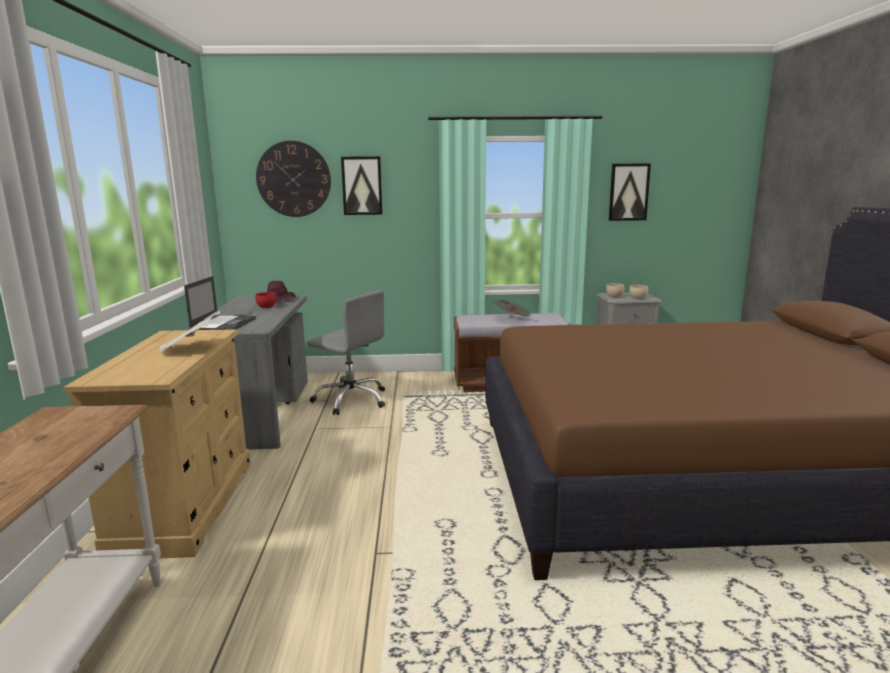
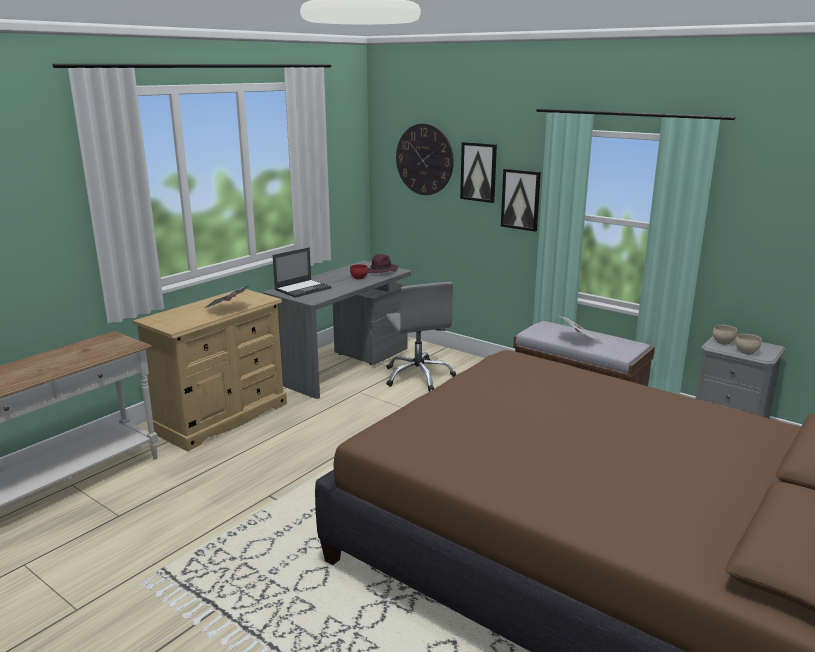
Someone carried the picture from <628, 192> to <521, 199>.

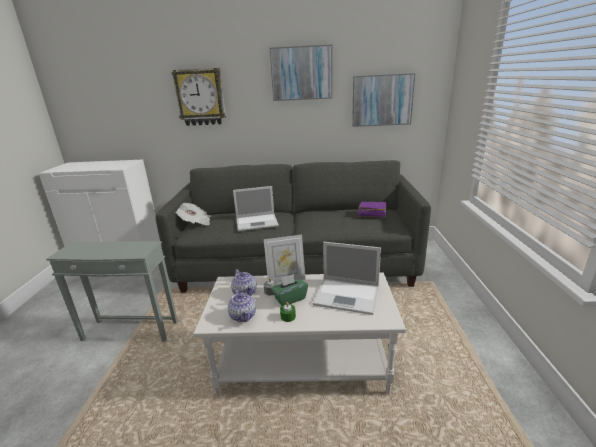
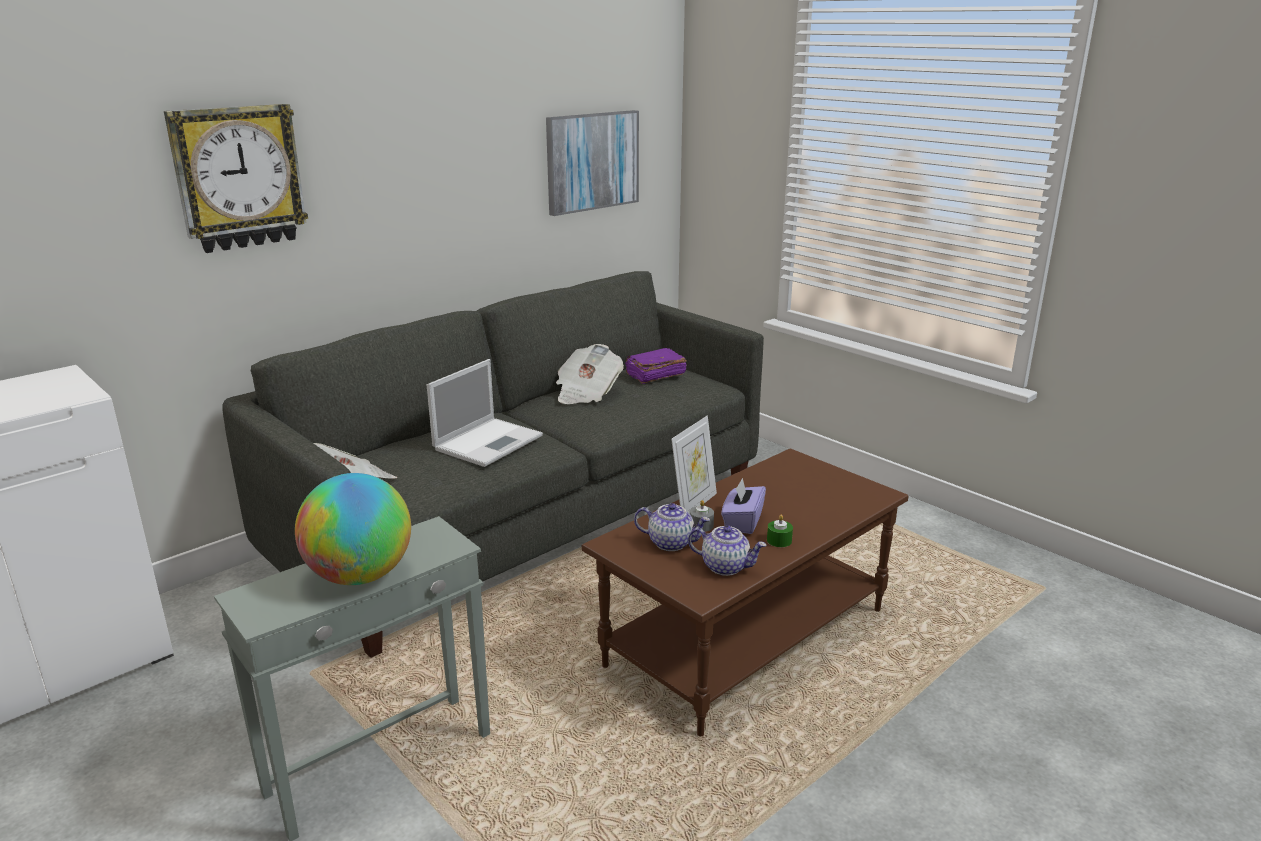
Someone put down the globe at <360, 576>.
Someone put down the newspaper at <586, 393>.
Someone repainted the coffee table (white) at <303, 363>, which became the coffee table (brown) at <746, 636>.
Someone repainted the tissue box (green) at <290, 298>, which became the tissue box (purple) at <742, 522>.
Someone took away the picture at <301, 73>.
Someone took away the laptop at <348, 296>.

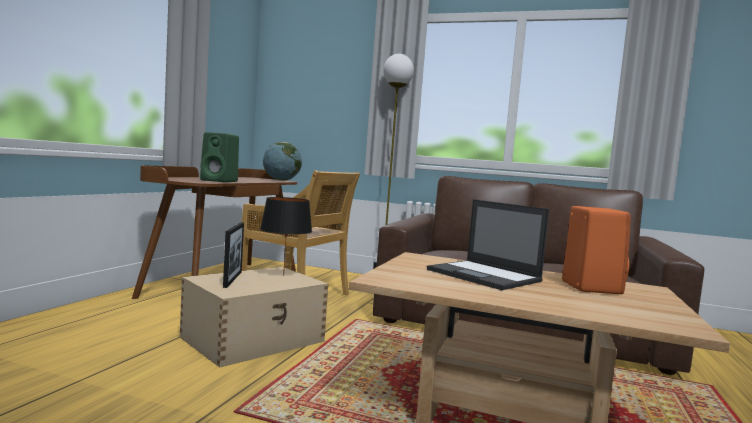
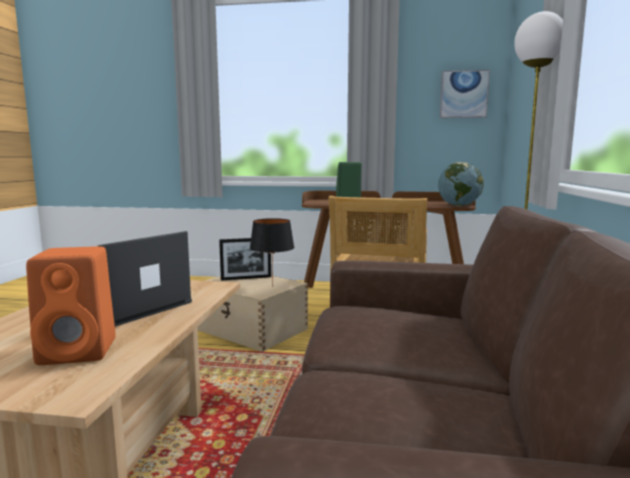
Someone put up the picture at <463, 94>.

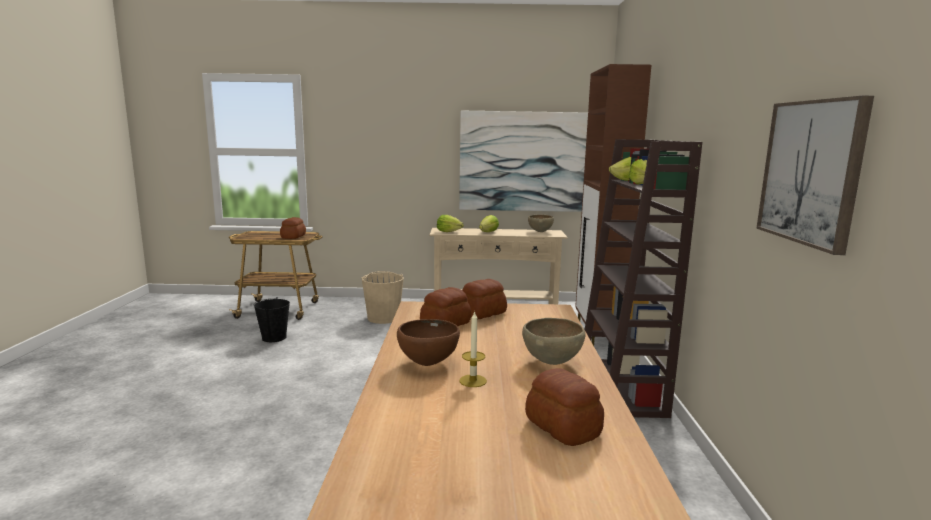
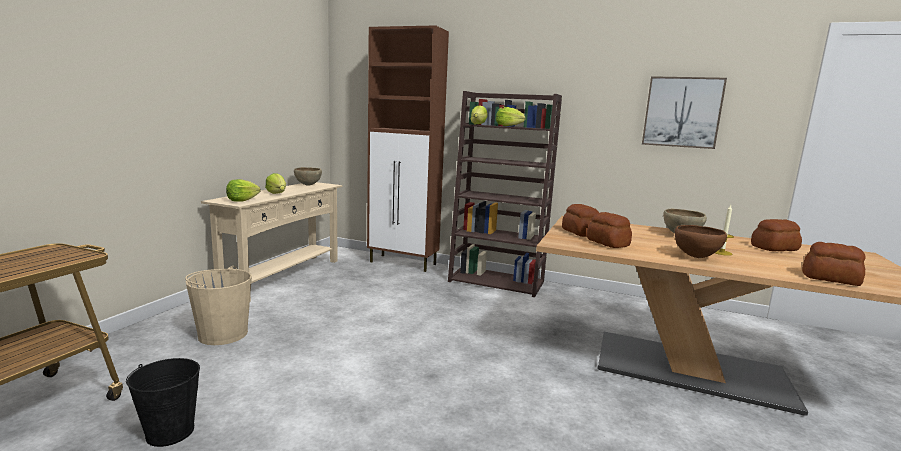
Someone carried the bread from <293, 237> to <831, 279>.
Someone took away the picture at <524, 161>.

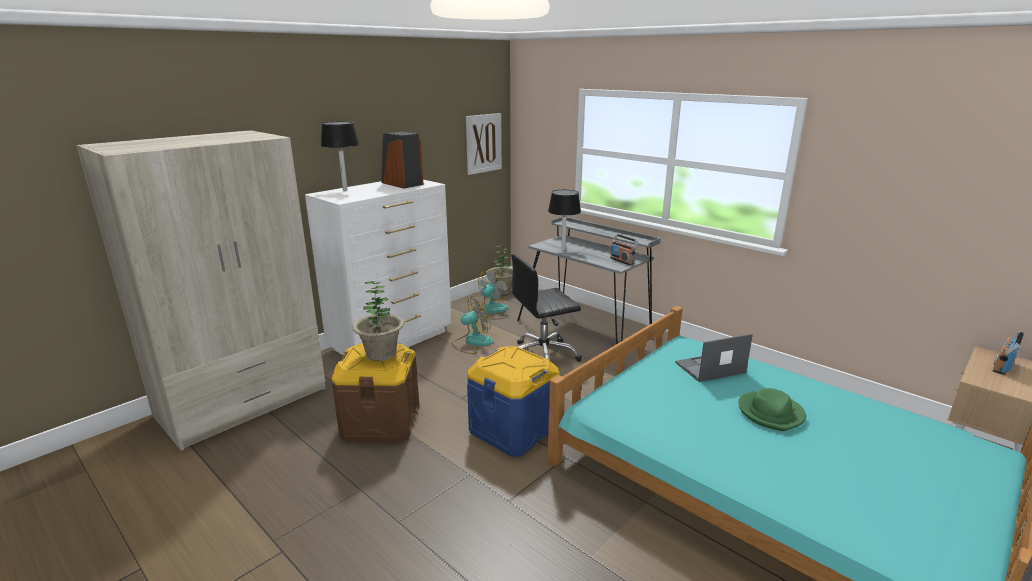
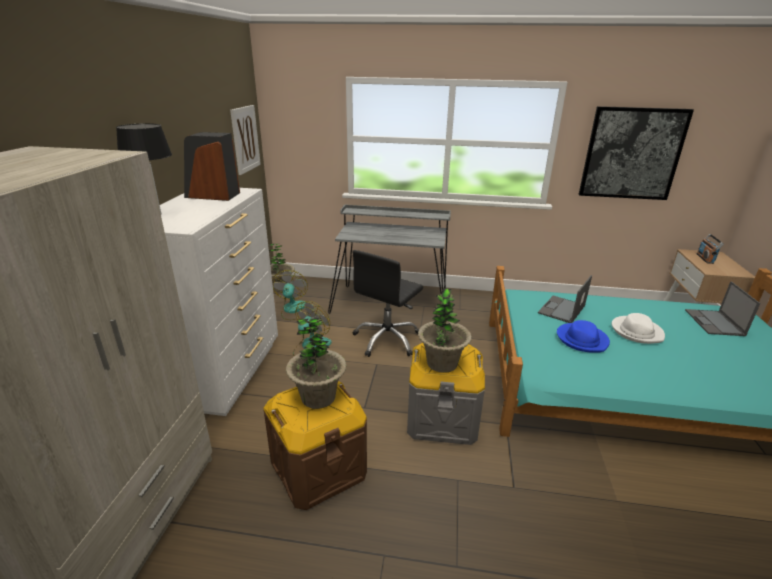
Someone repainted the storage box (blue) at <513, 429>, which became the storage box (grey) at <442, 418>.
Someone put down the potted plant at <442, 363>.
Someone put down the hat (blue) at <582, 339>.
Someone put up the picture at <632, 154>.
Someone repainted the hat (green) at <771, 413>, which became the hat (white) at <636, 331>.
Someone put down the laptop at <714, 323>.
Someone took away the table lamp (black) at <563, 250>.
Someone took away the radio at <622, 261>.

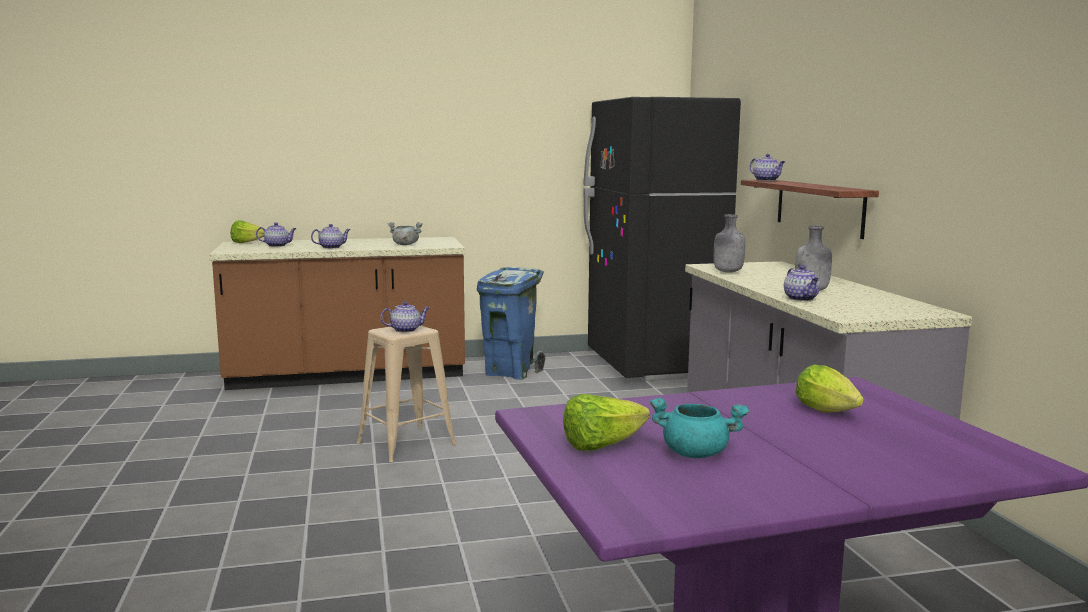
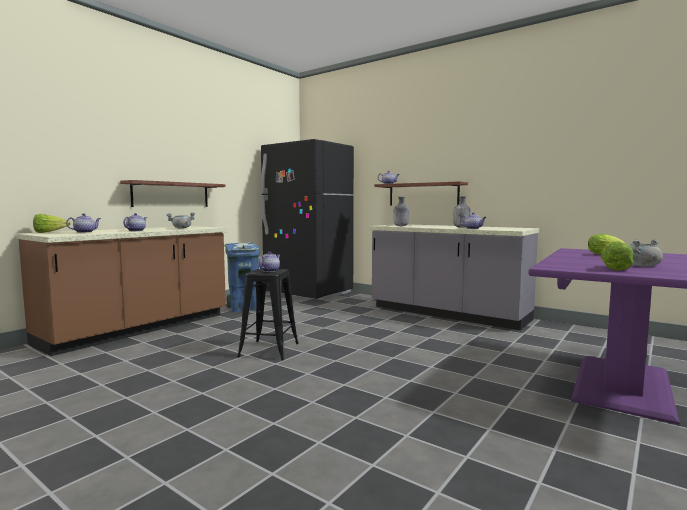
Someone put up the shelf at <171, 194>.
Someone repainted the stool (beige) at <406, 444>, which became the stool (black) at <269, 350>.
Someone repainted the cooking pot (turquoise) at <696, 453>, which became the cooking pot (grey) at <642, 266>.

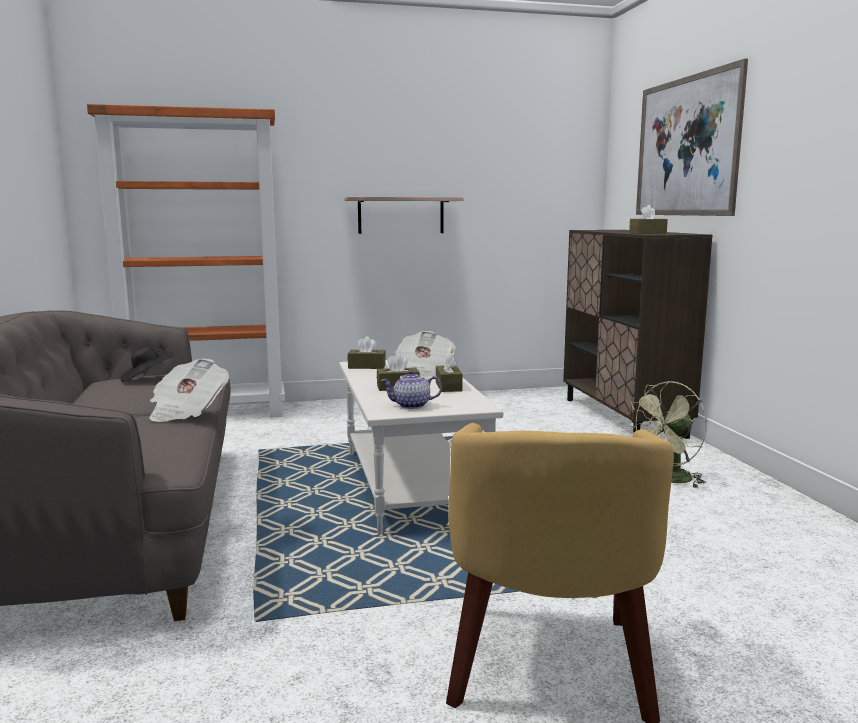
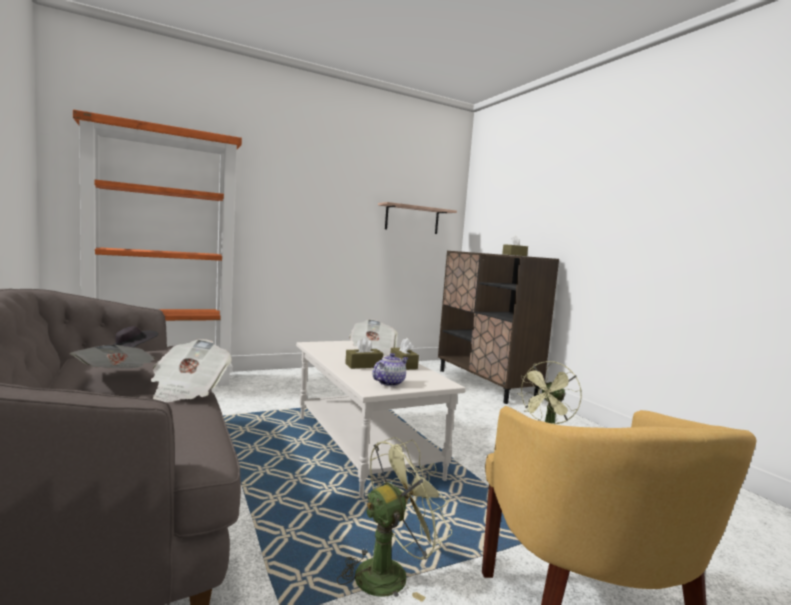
Someone put down the newspaper at <116, 377>.
Someone put down the fan (green) at <390, 572>.
Someone rotated the teapot at <411, 406> by 150 degrees clockwise.
Someone carried the shelf from <401, 215> to <412, 219>.
Someone took away the tissue box (brown) at <367, 366>.
Someone took away the picture at <685, 147>.

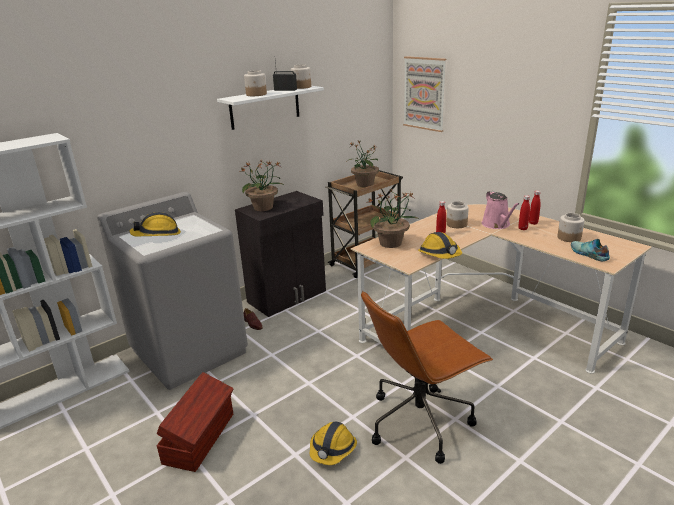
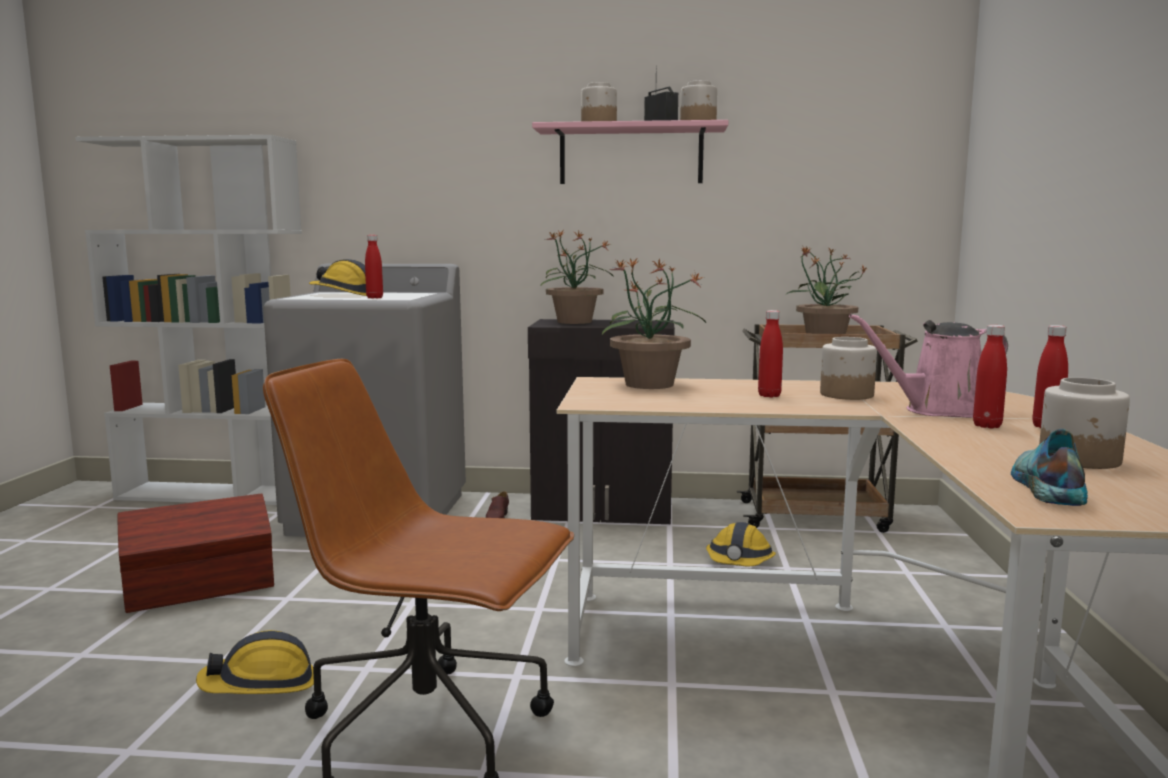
Someone put down the bottle (red) at <374, 298>.
Someone repainted the shelf (white) at <265, 107>, which became the shelf (pink) at <631, 155>.
Someone carried the hard hat from <440, 255> to <739, 562>.
Someone rotated the watering can (pink) at <497, 225> by 45 degrees clockwise.
Someone took away the picture at <424, 93>.

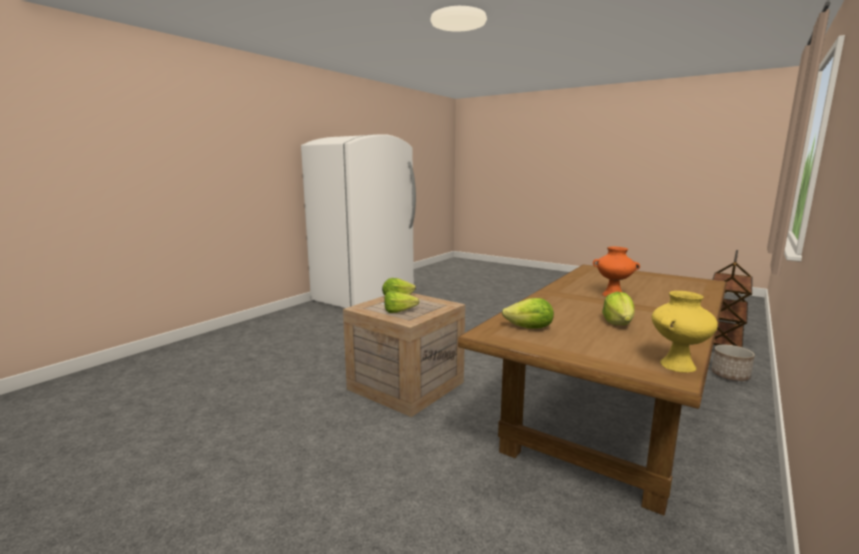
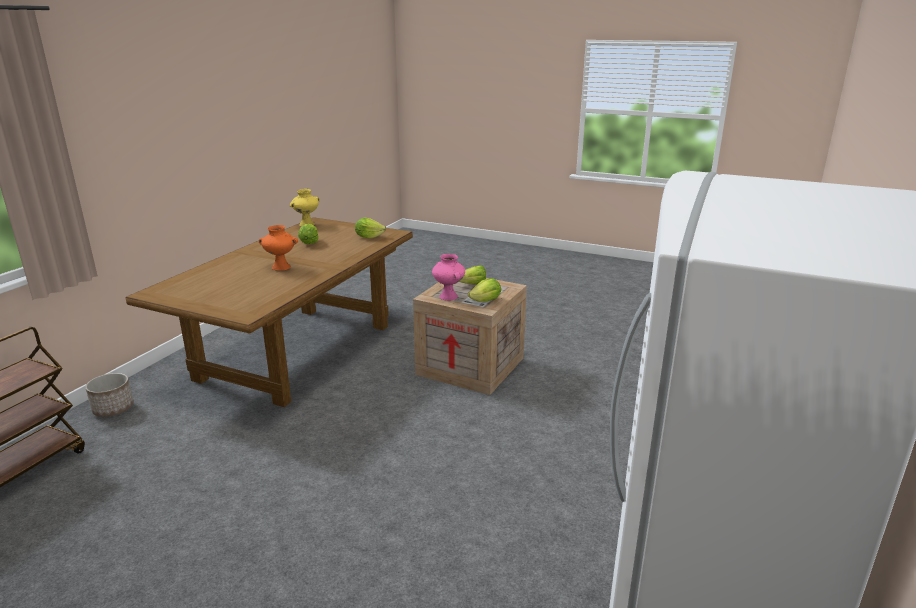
Someone put down the vase (pink) at <449, 297>.

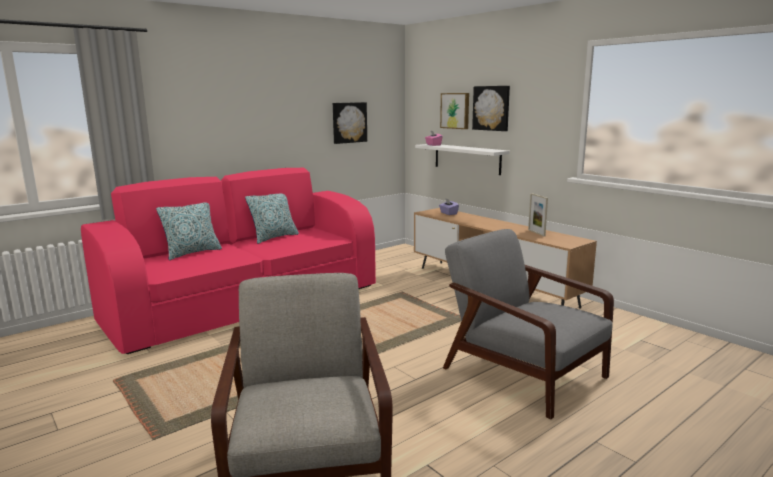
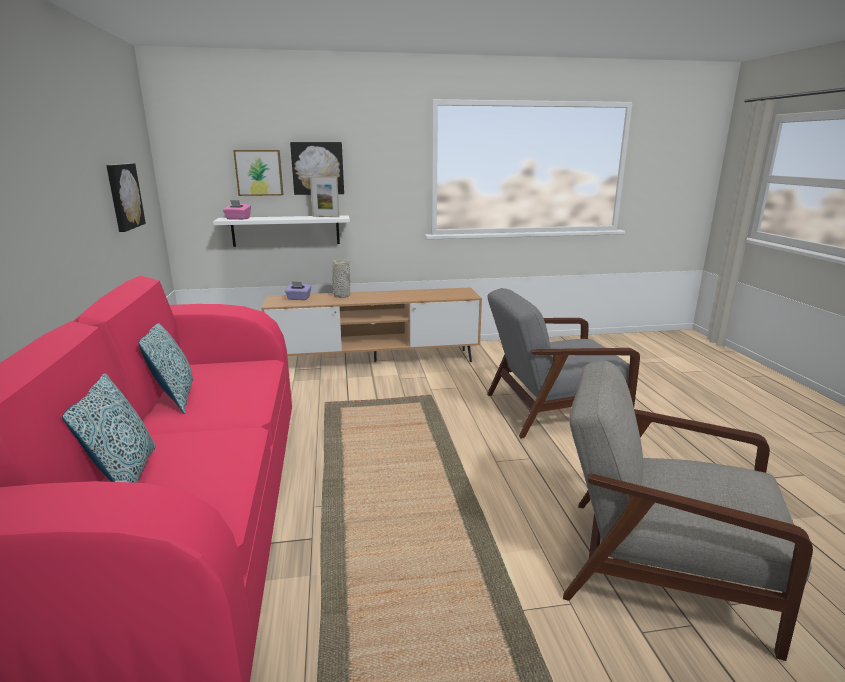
Someone carried the picture frame from <536, 233> to <325, 216>.
Someone put down the vase (grey) at <341, 296>.

